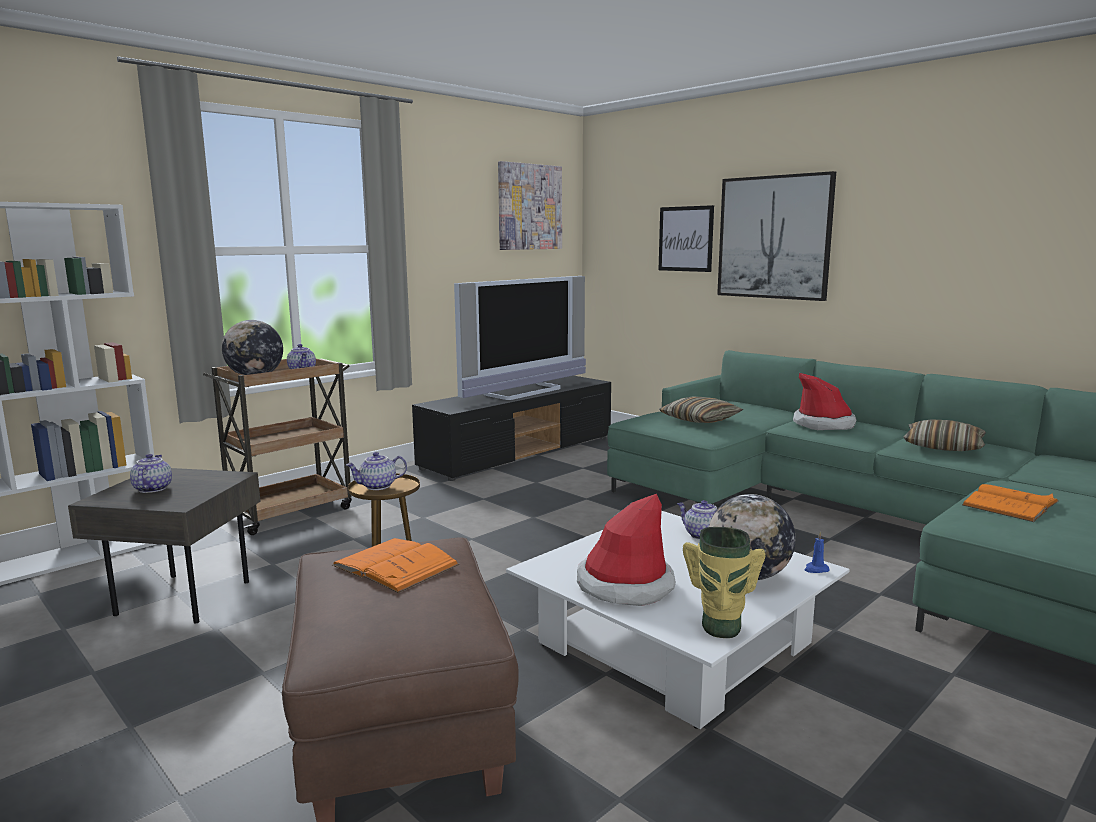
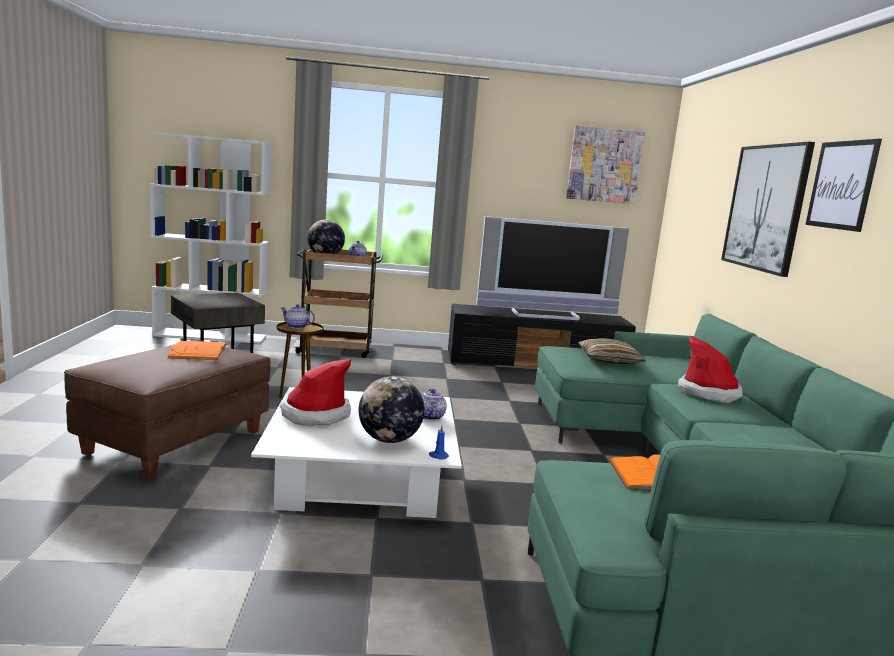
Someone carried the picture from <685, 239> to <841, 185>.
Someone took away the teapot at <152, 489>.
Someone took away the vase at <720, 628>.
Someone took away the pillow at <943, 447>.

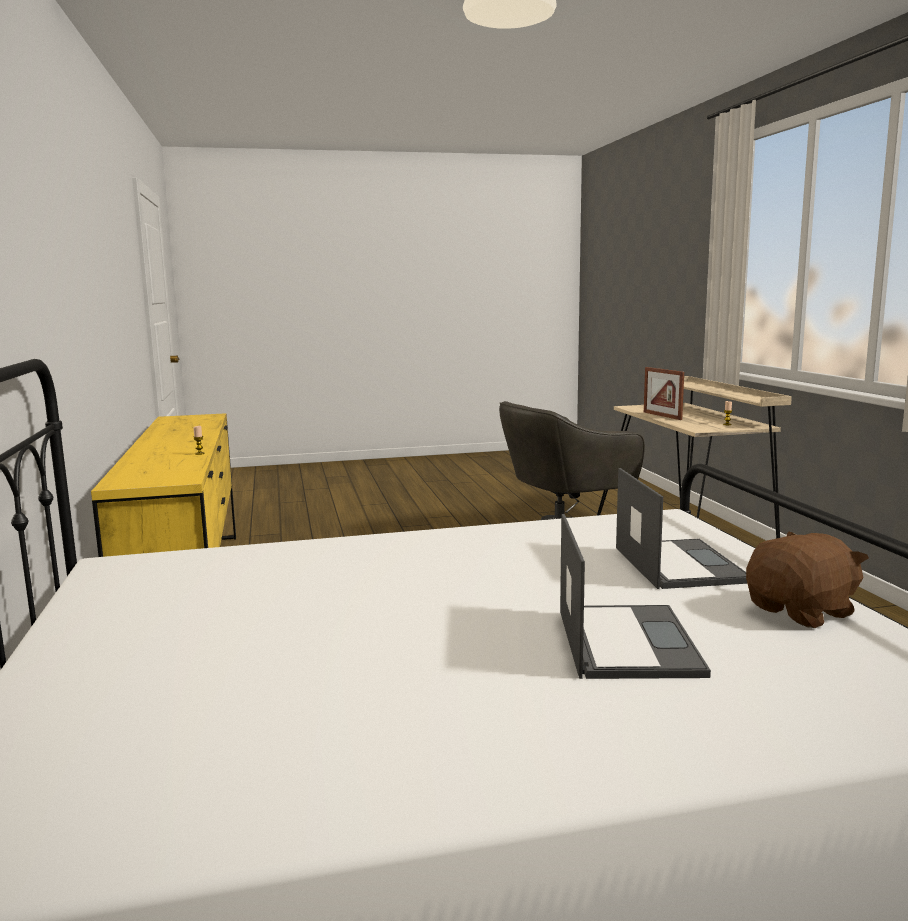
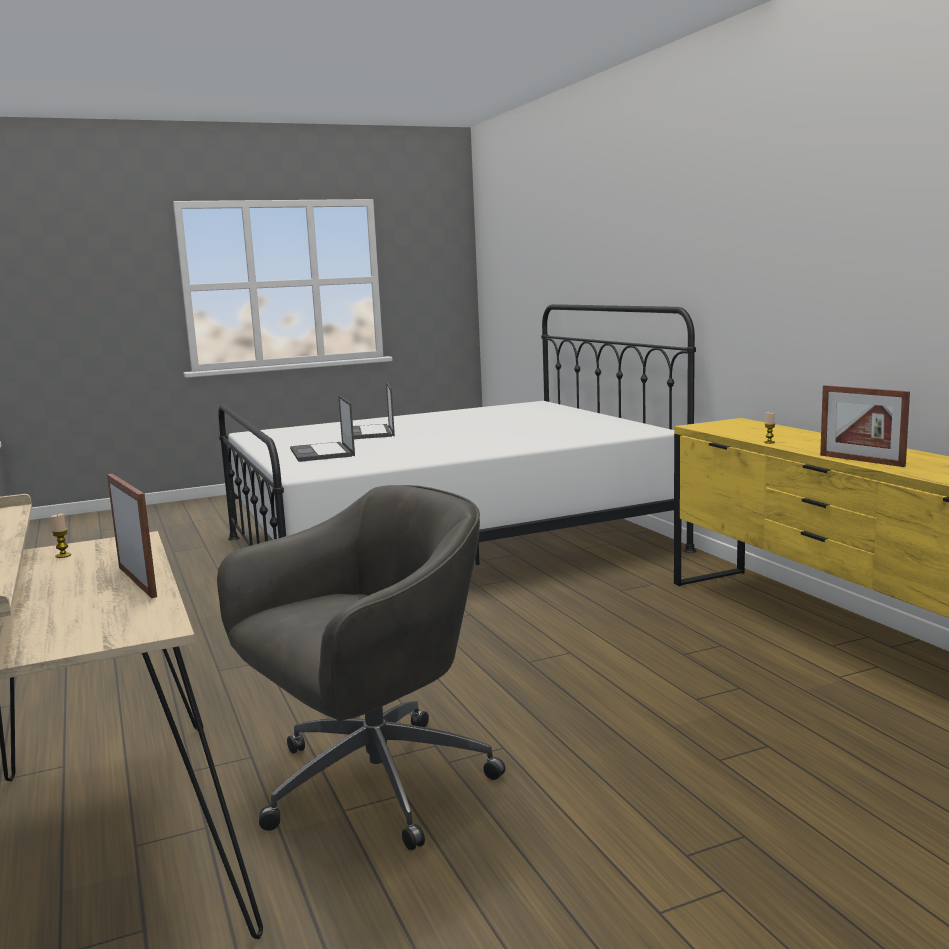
Someone put down the picture frame at <861, 460>.
Someone took away the plush toy (brown) at <802, 612>.

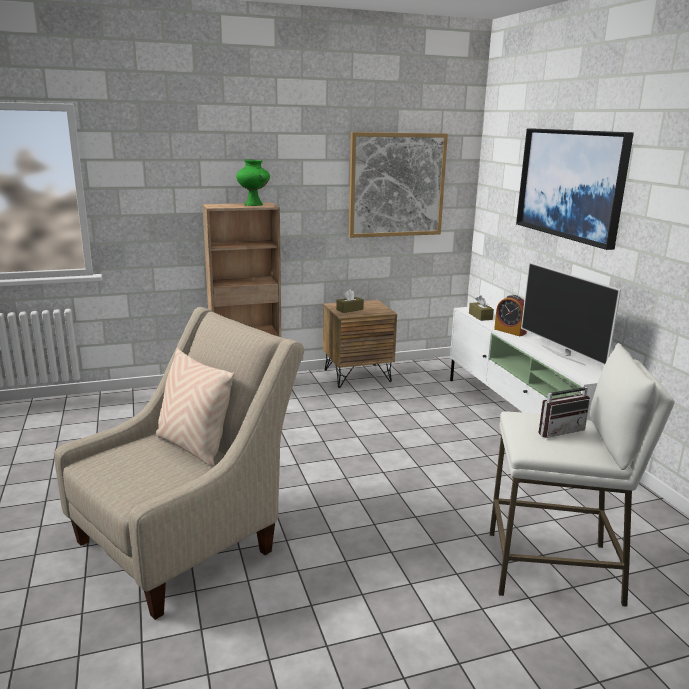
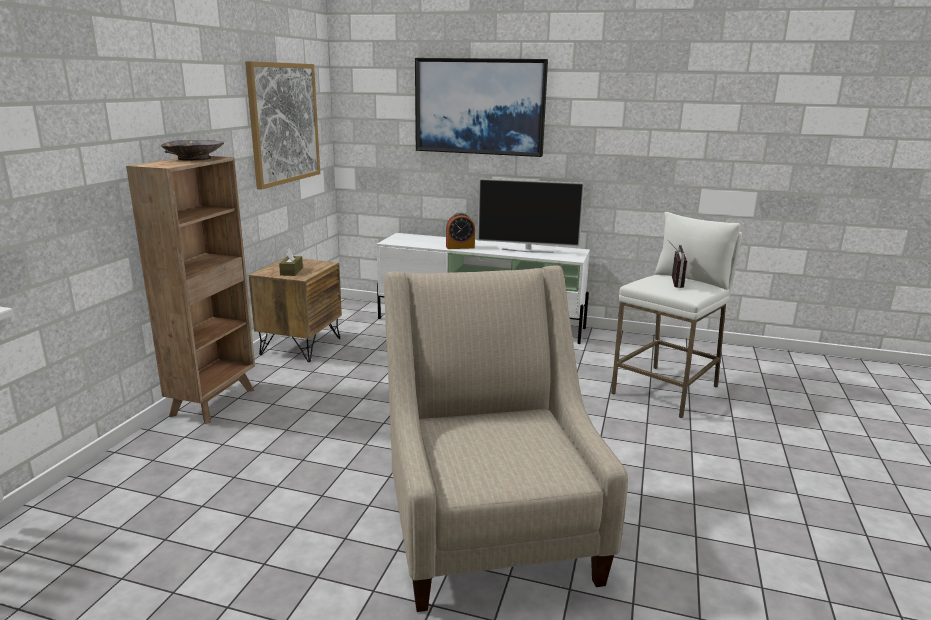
Someone swapped the vase (green) at <254, 204> for the bowl (grey) at <194, 158>.
Someone took away the pillow (beige) at <193, 447>.
Someone took away the tissue box (brown) at <480, 316>.

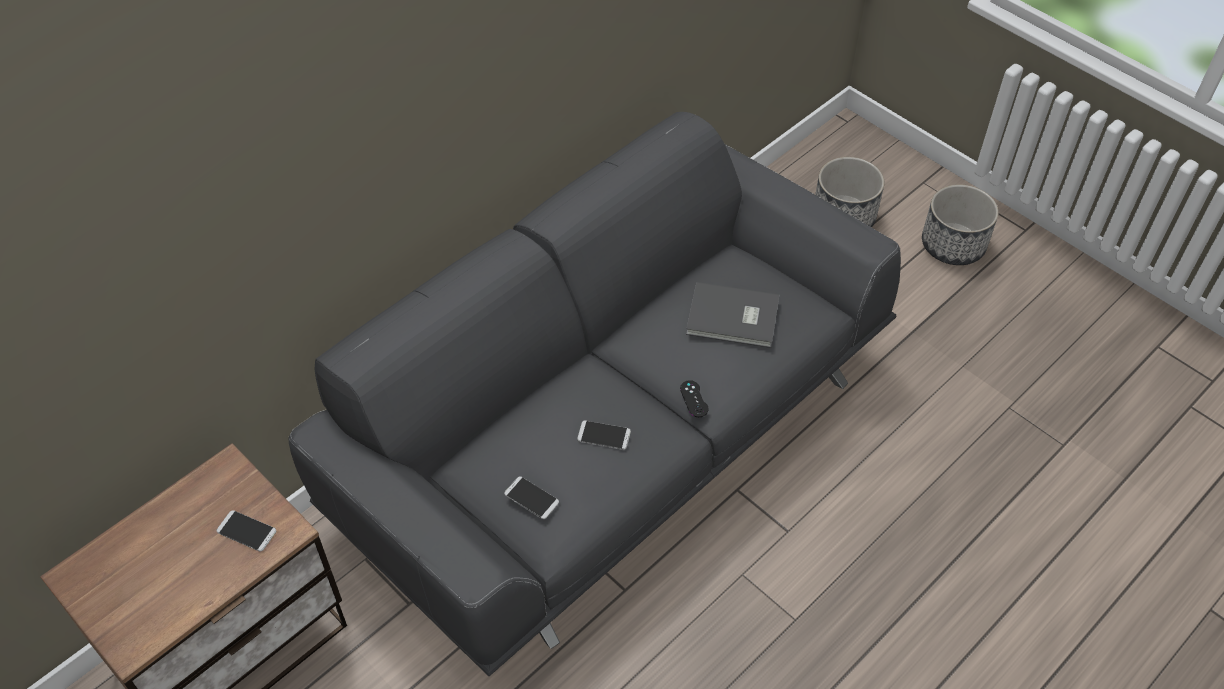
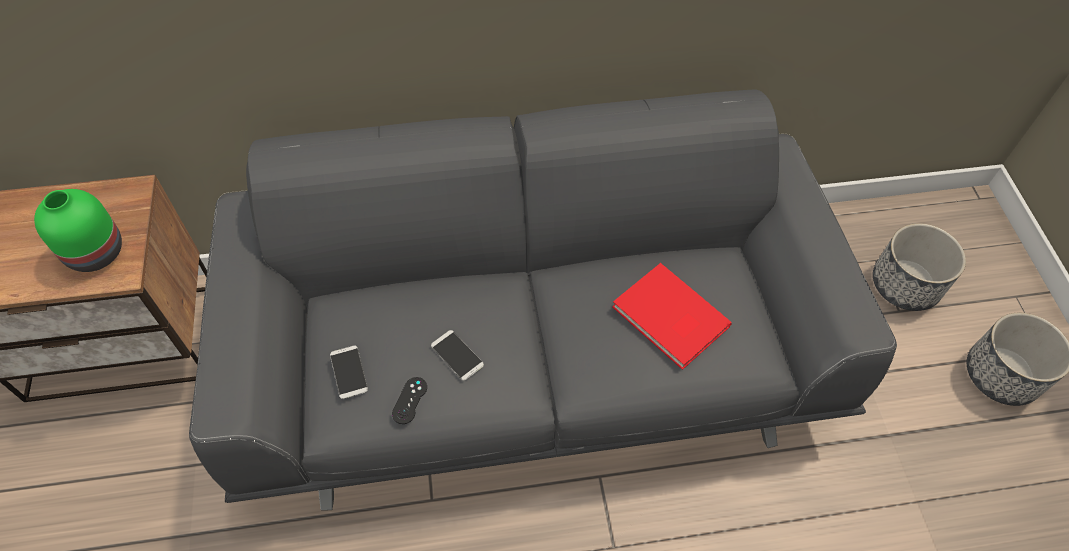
Someone swapped the phone at <246, 531> for the vase (green) at <94, 253>.
Someone carried the game controller (black) from <694, 399> to <409, 400>.
Someone repainted the book (grey) at <734, 319>, which became the book (red) at <670, 319>.

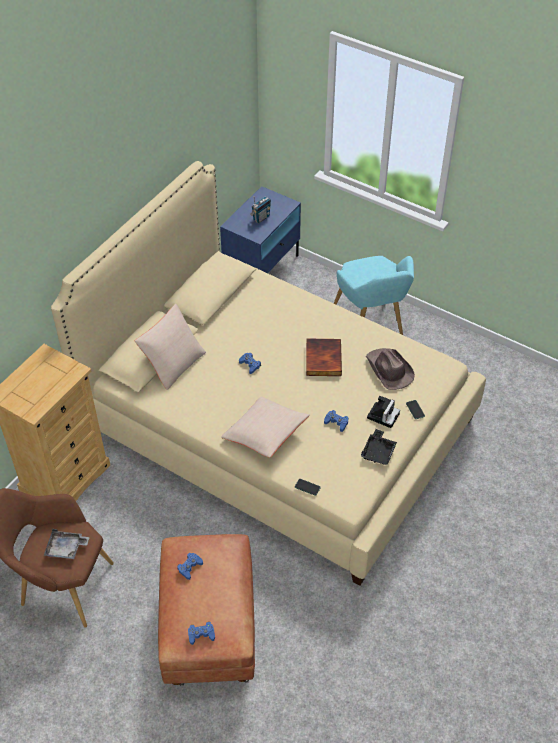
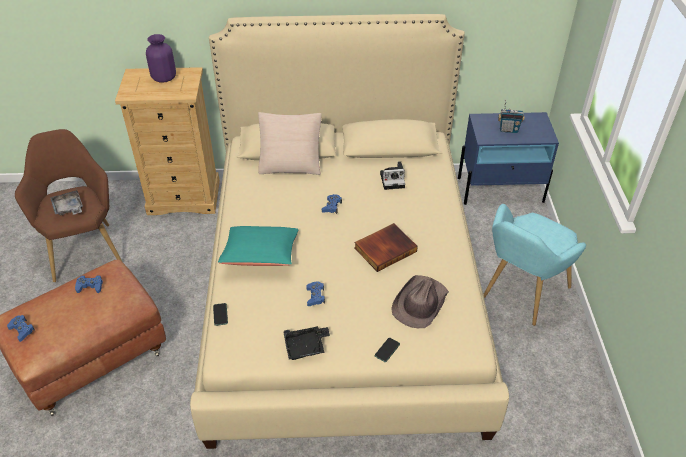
Someone put down the vase (purple) at <164, 78>.
Someone repainted the pillow (beige) at <265, 434>, which became the pillow (turquoise) at <261, 255>.
Someone carried the photo camera from <383, 415> to <393, 180>.

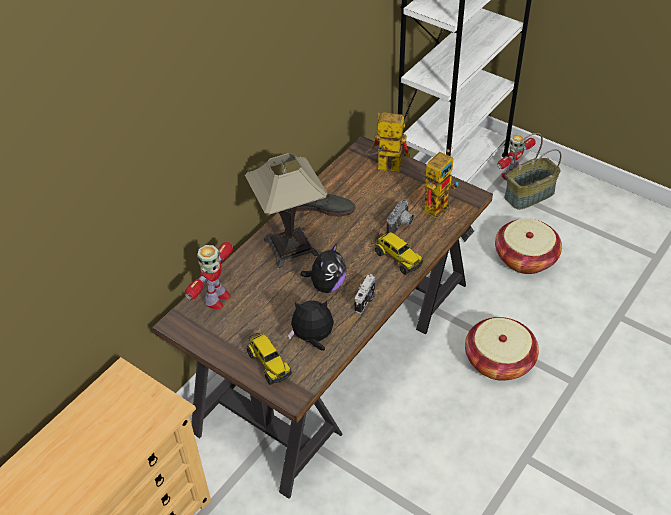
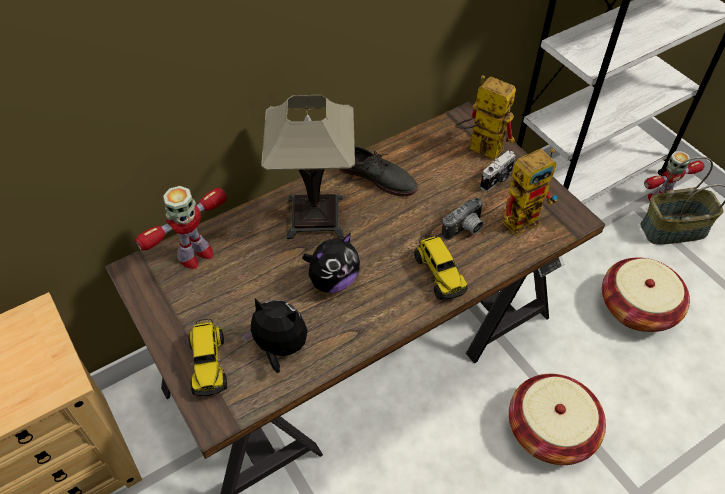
Someone carried the photo camera from <366, 300> to <497, 180>.

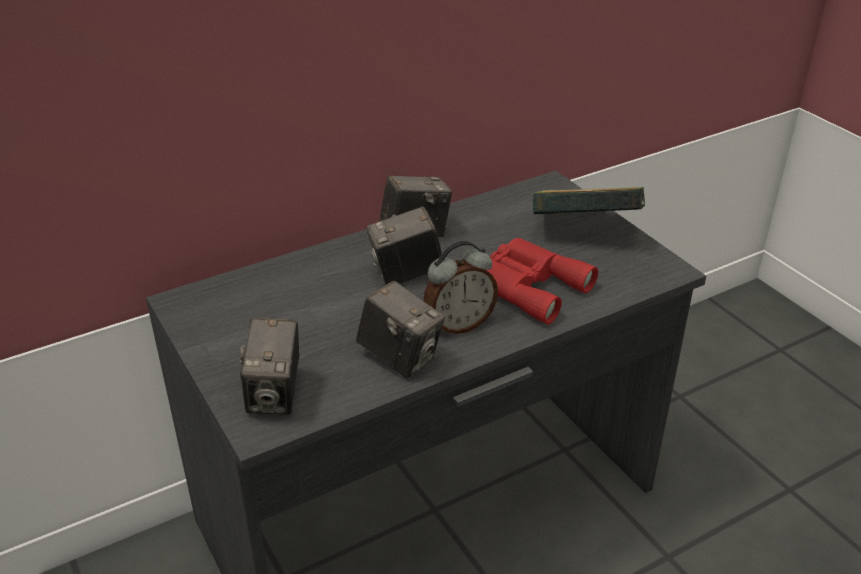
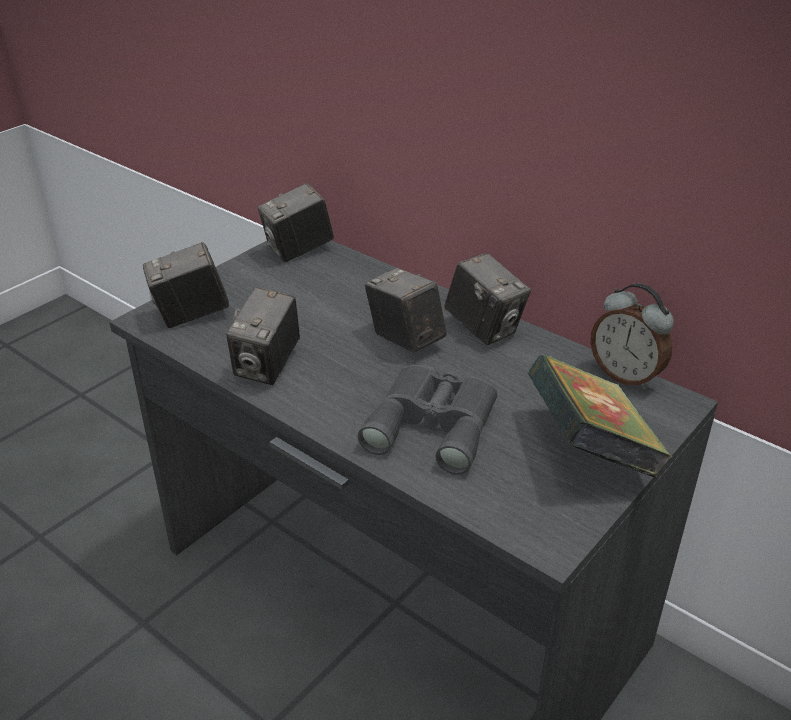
Someone put down the photo camera at <298, 250>.
Someone repainted the binoculars (red) at <527, 285>, which became the binoculars (grey) at <434, 423>.
Someone carried the alarm clock from <459, 324> to <626, 375>.

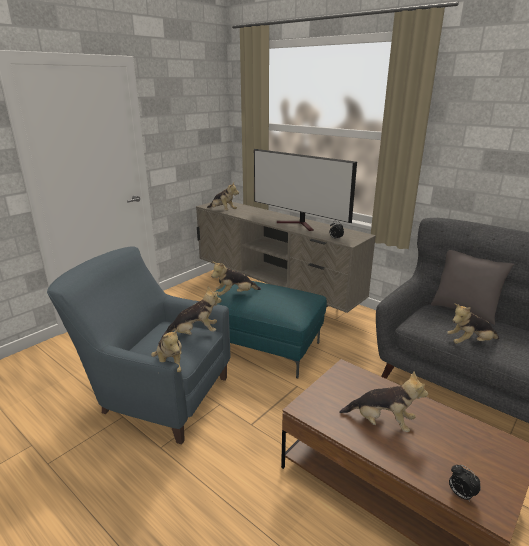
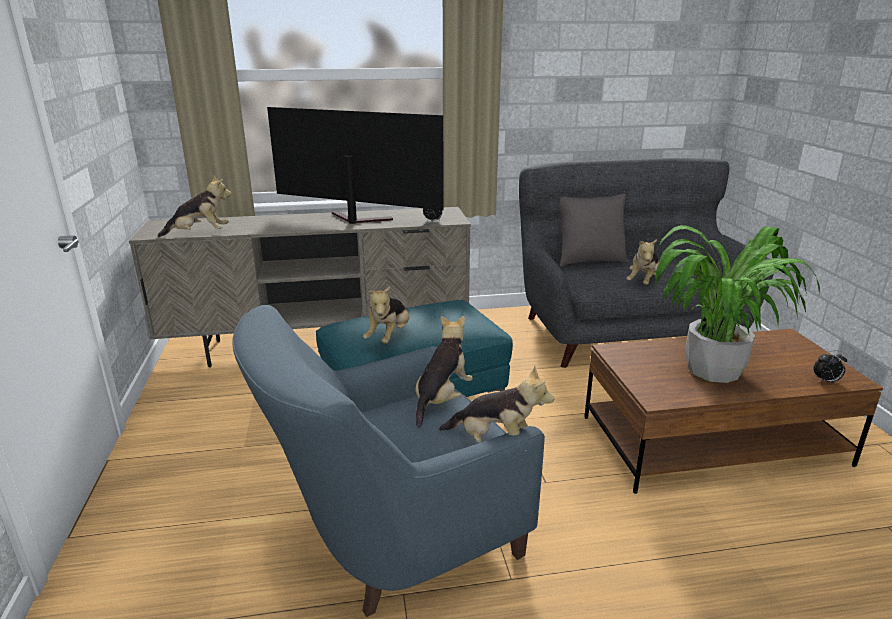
Someone rotated the television at <299, 225> by 150 degrees counterclockwise.
Someone swapped the plush toy at <381, 422> for the potted plant at <713, 371>.

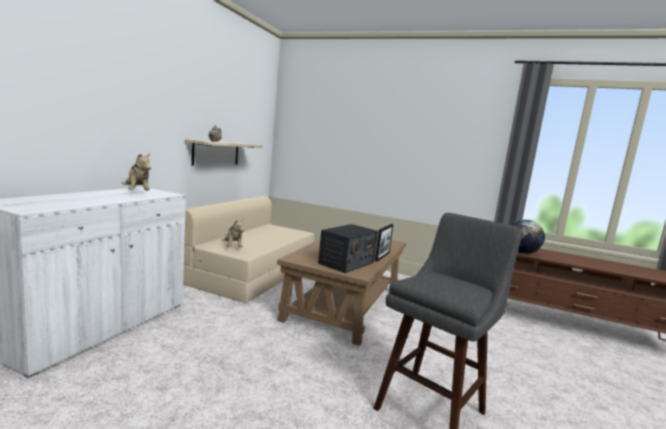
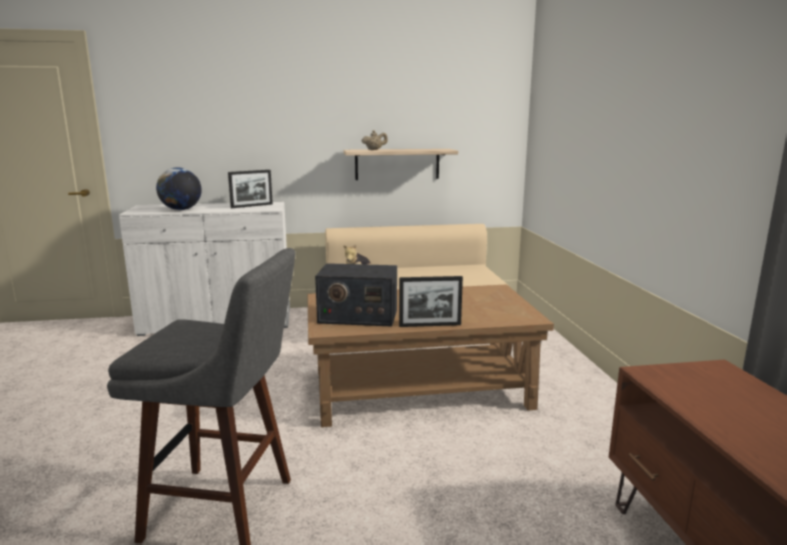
Someone carried the globe from <522, 252> to <181, 209>.
Someone swapped the plush toy at <137, 192> for the picture frame at <252, 206>.

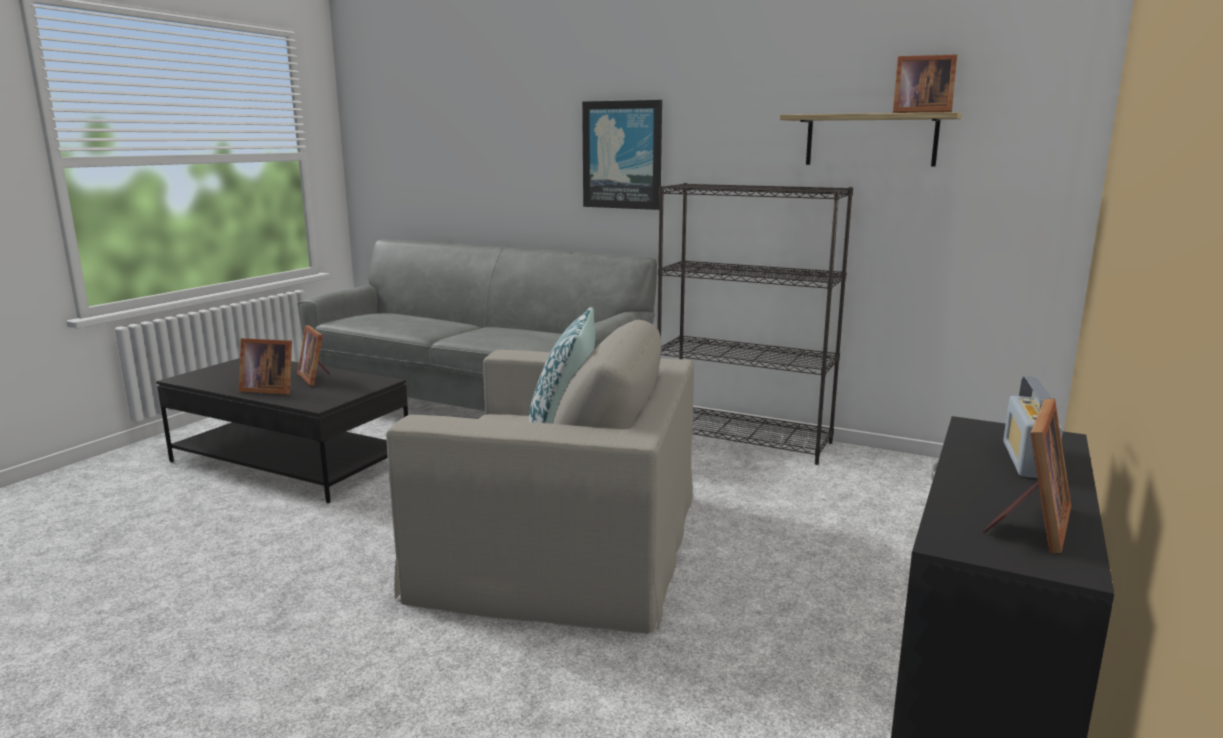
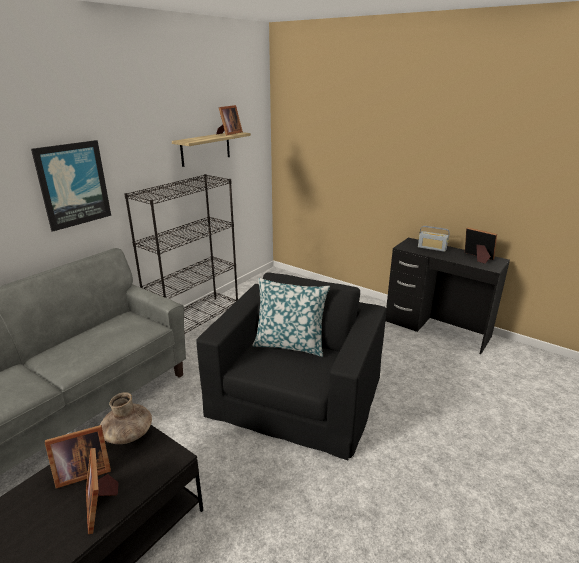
Someone rotated the picture frame at <268, 390> by 135 degrees clockwise.
Someone put down the vase (brown) at <128, 434>.
Someone repainted the armchair (beige) at <562, 542>, which became the armchair (black) at <296, 394>.

